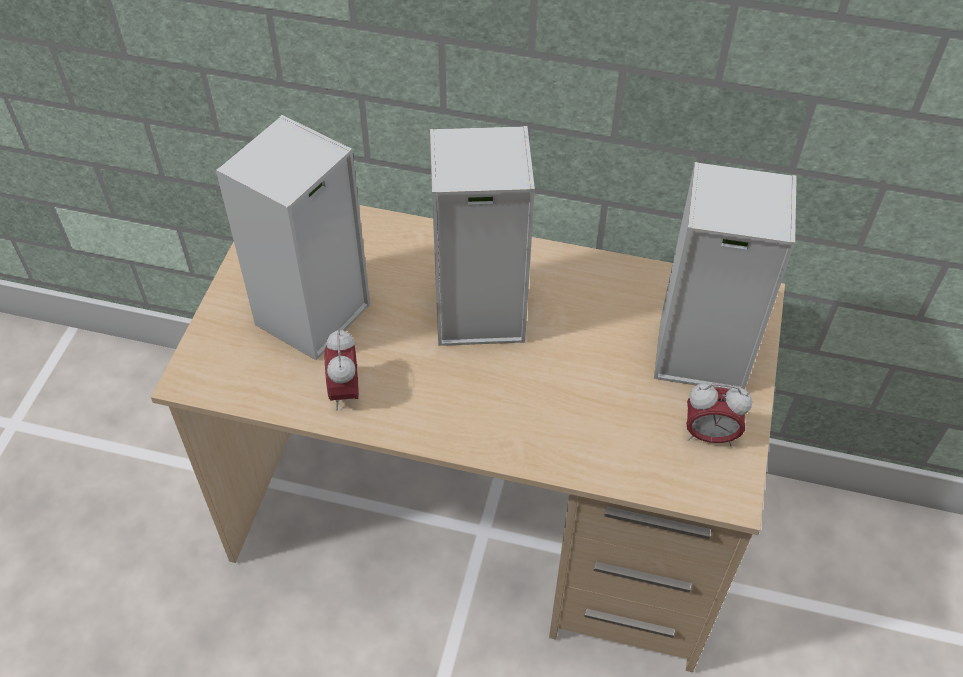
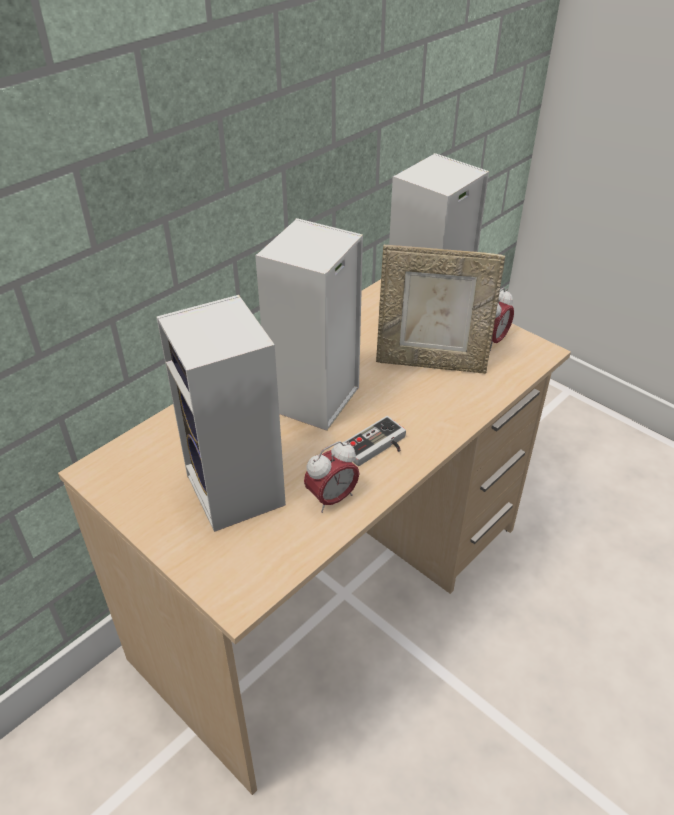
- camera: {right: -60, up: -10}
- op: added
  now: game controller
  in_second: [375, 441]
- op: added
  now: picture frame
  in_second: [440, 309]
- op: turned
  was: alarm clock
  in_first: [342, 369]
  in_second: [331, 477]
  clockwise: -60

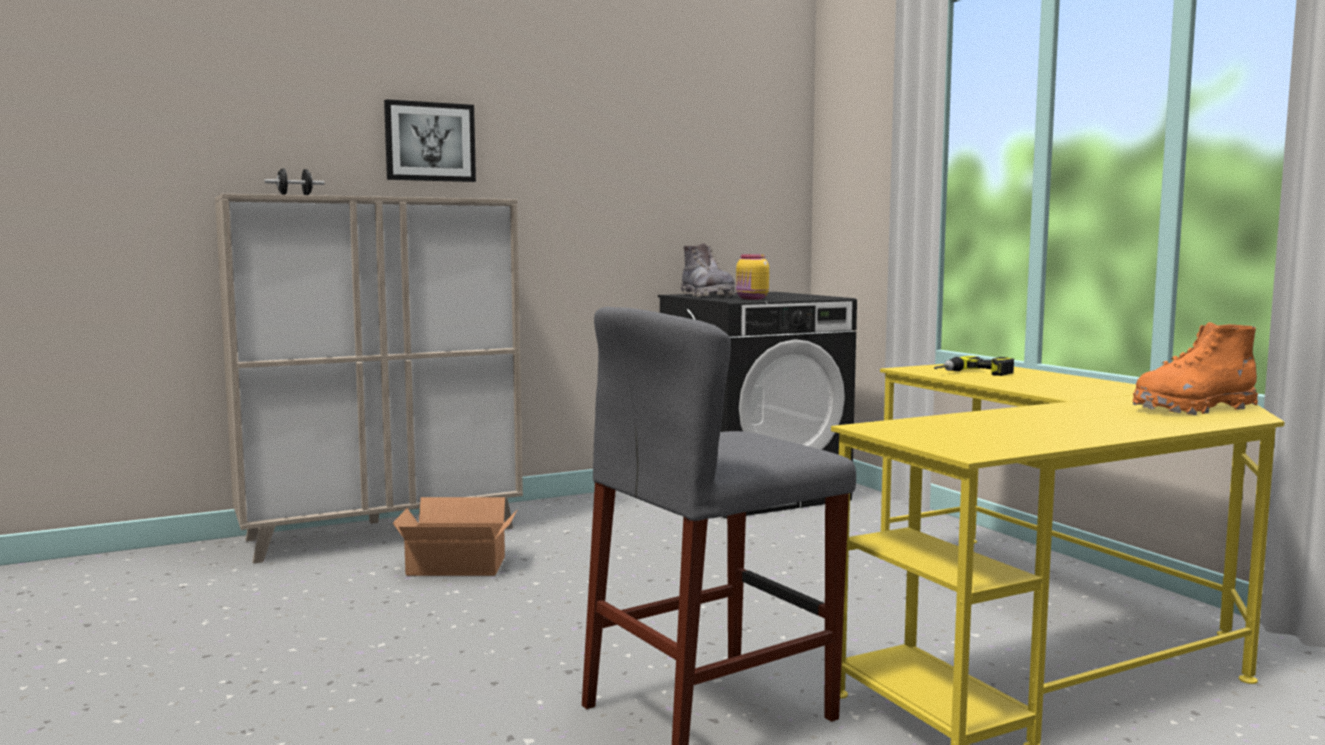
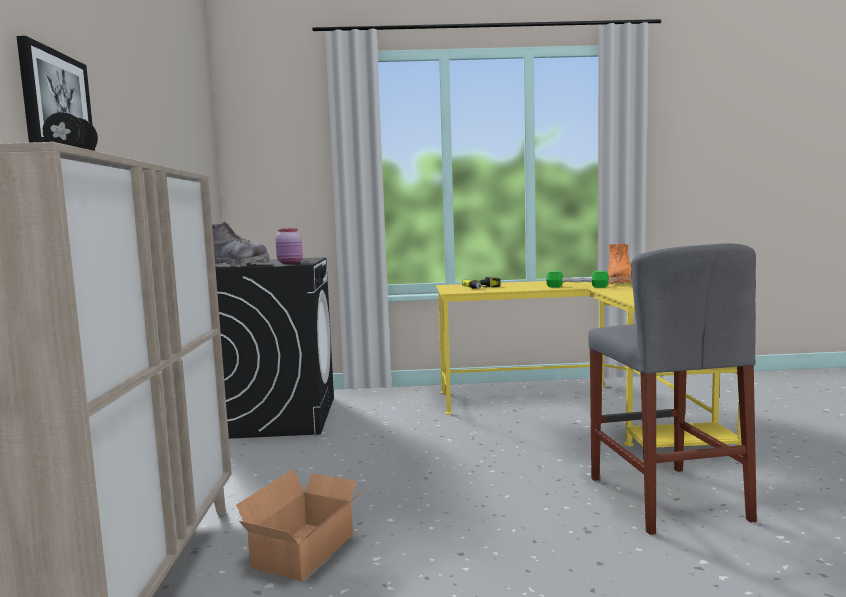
- camera: {right: -65, up: 0}
- op: added
  now: green dumbbell
  in_second: [577, 279]
- op: recoloured
  was: yellow jar
  now: pink jar
  in_first: [752, 276]
  in_second: [289, 246]

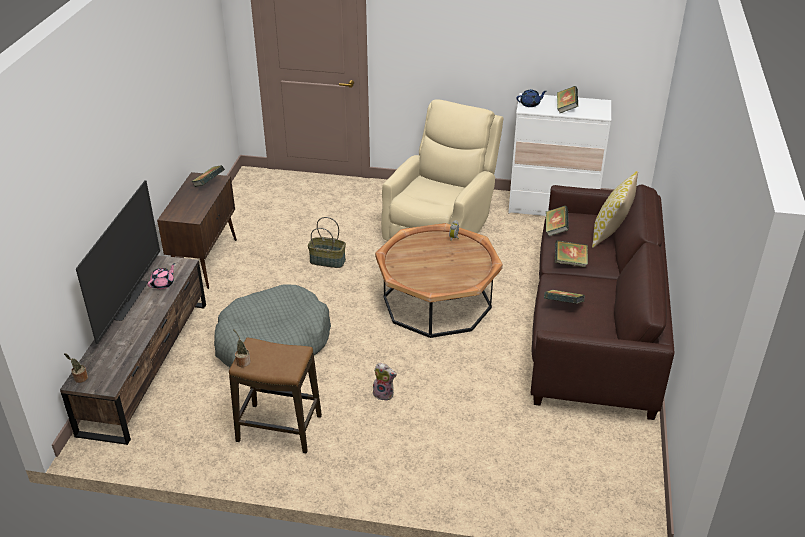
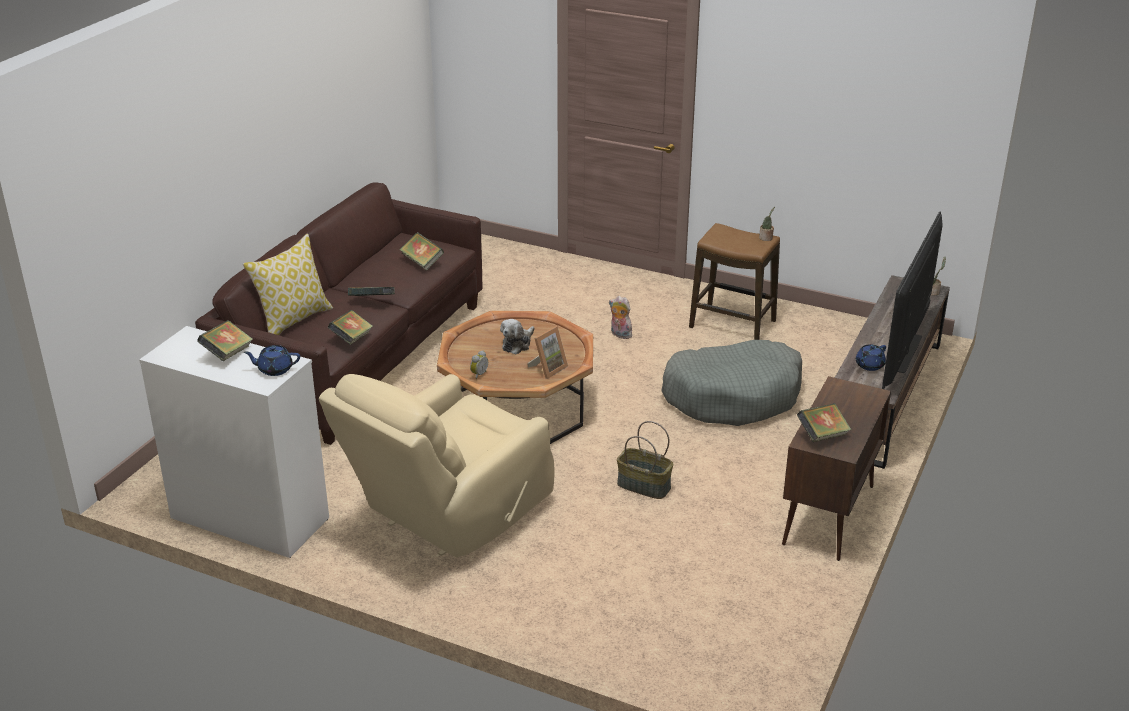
- camera: {right: -165, up: -5}
- op: added
  now: plush toy
  in_second: [517, 336]
- op: added
  now: picture frame
  in_second: [547, 352]
- op: recoloured
  was: pink teapot
  now: blue teapot
  in_first: [161, 276]
  in_second: [871, 357]

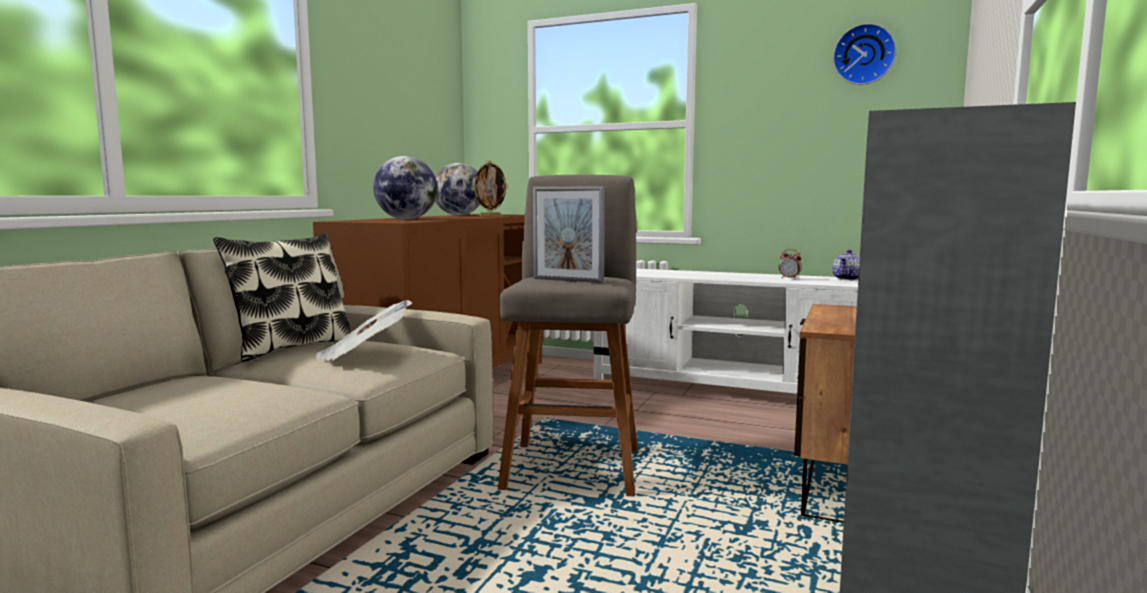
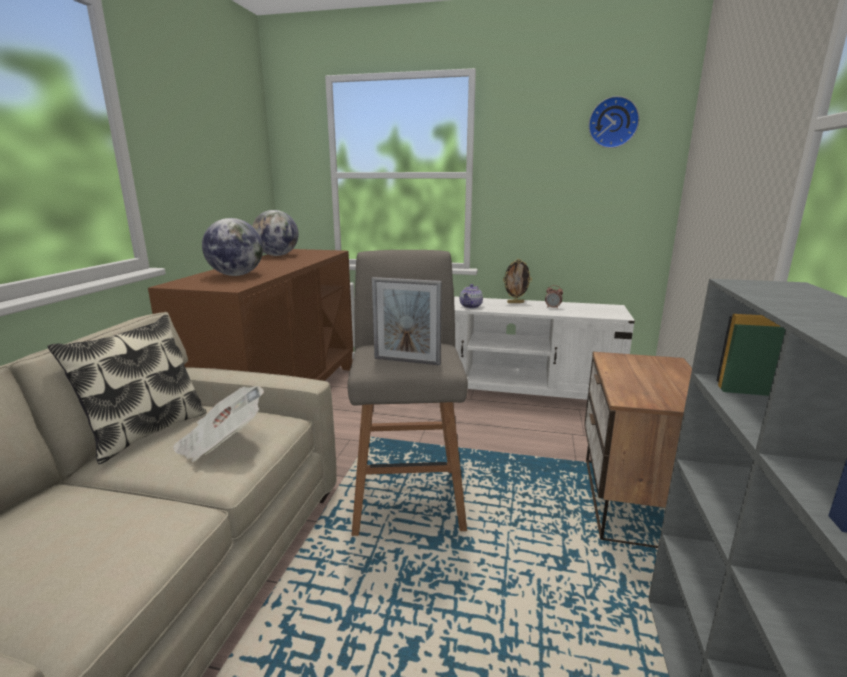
- camera: {right: -10, up: 10}
- op: moved
  was: picture frame
  in_first: [490, 189]
  in_second: [517, 281]
- op: moved
  was: teapot
  in_first: [846, 264]
  in_second: [471, 296]

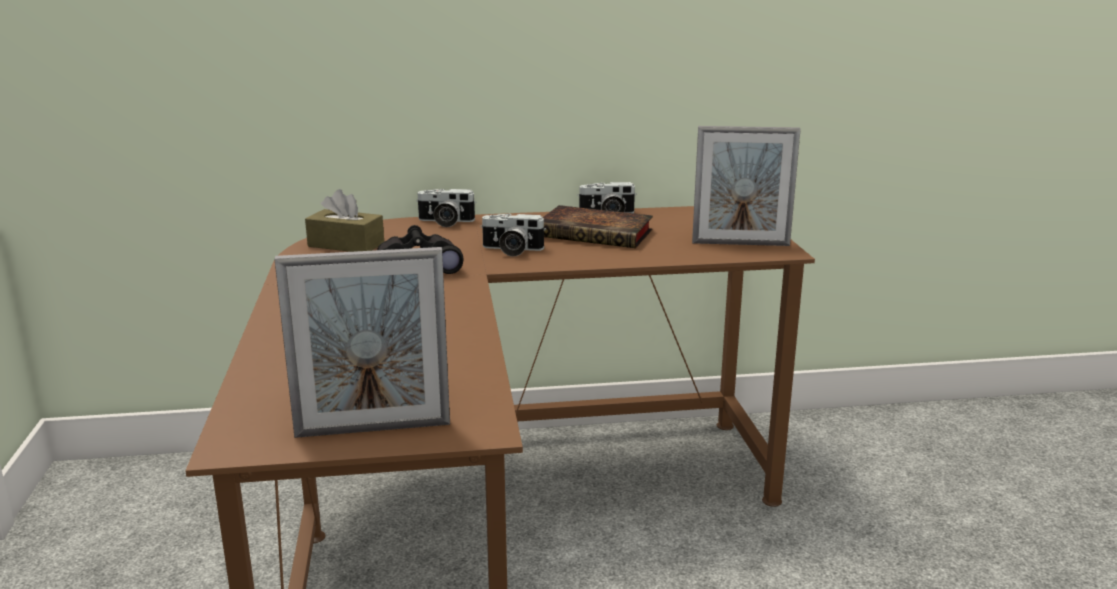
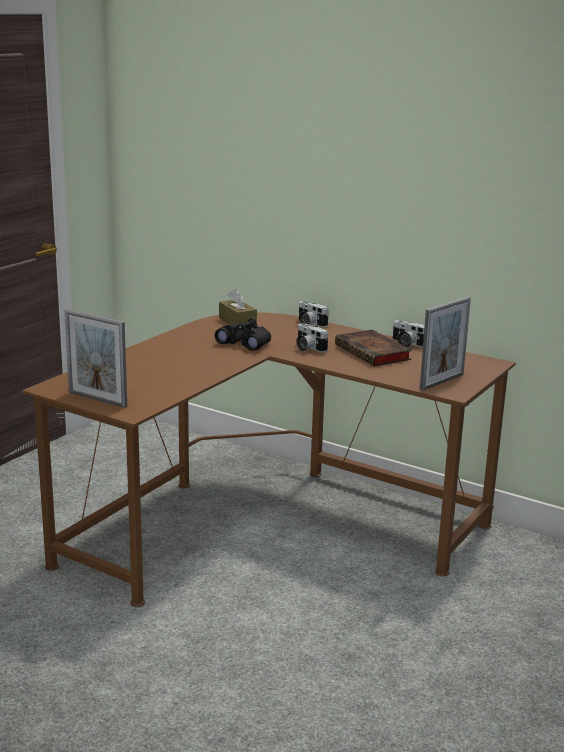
- camera: {right: 40, up: 0}
- op: turned
  was: picture frame
  in_first: [746, 186]
  in_second: [445, 344]
  clockwise: -90

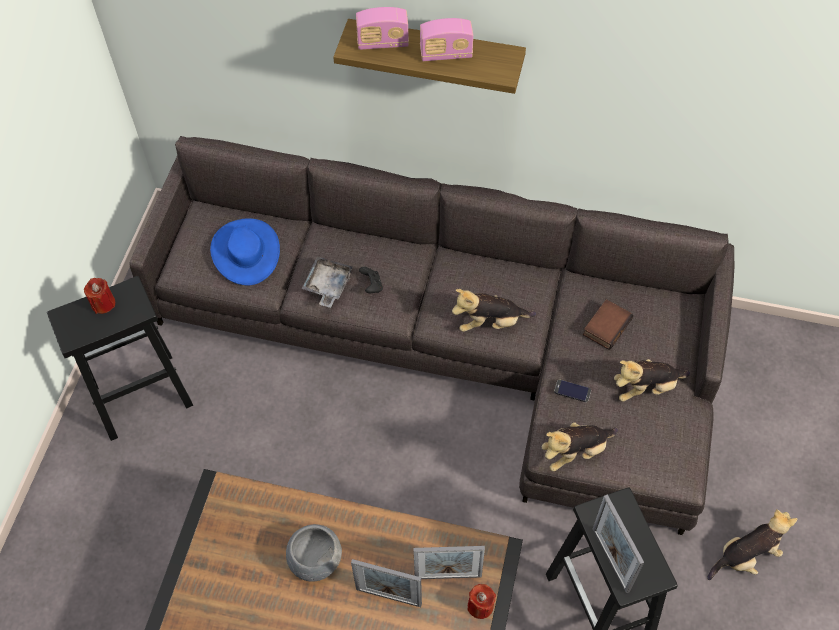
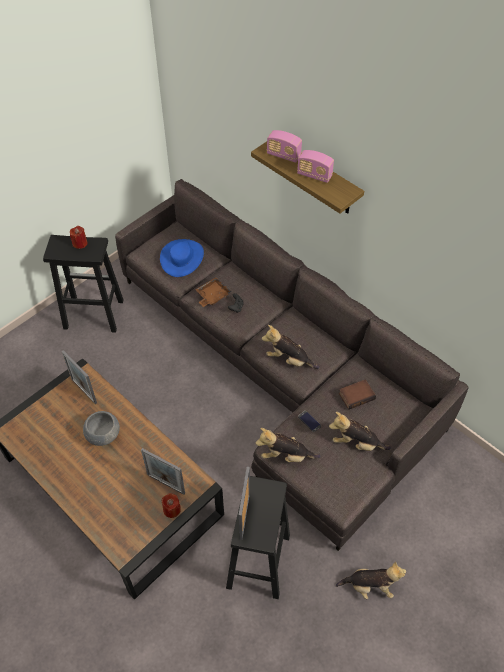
- camera: {right: 30, up: -5}
- op: moved
  was: picture frame
  in_first: [386, 583]
  in_second: [79, 377]
- op: recoloured
  was: grey tray
  now: brown tray
  in_first: [327, 282]
  in_second: [213, 292]

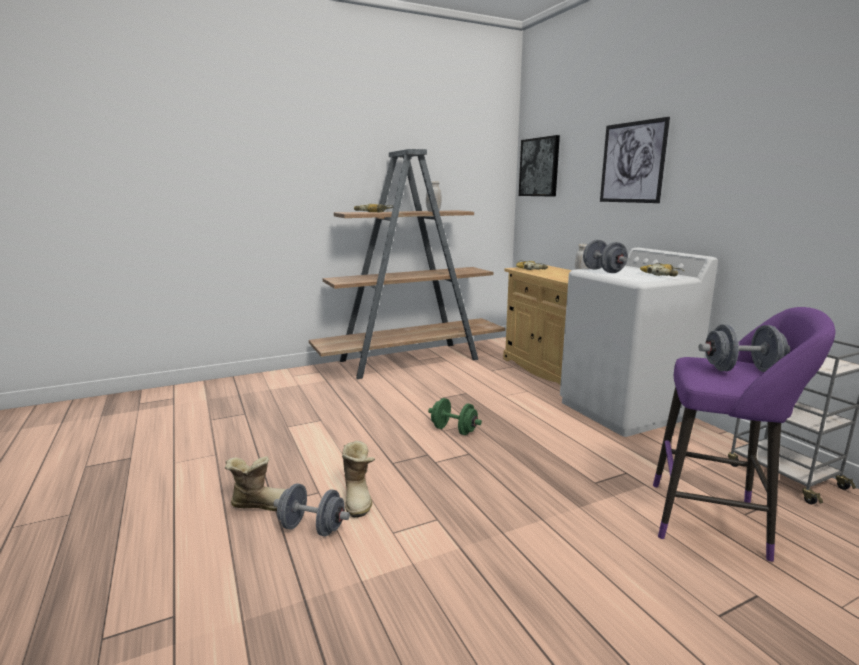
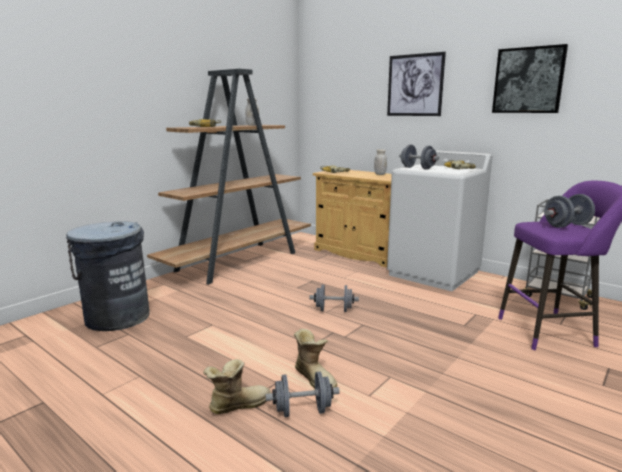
- camera: {right: -25, up: 0}
- op: added
  now: grey trash can
  in_second: [108, 276]
- op: moved
  was: picture
  in_first: [539, 166]
  in_second: [530, 78]
- op: recoloured
  was: green dumbbell
  now: grey dumbbell
  in_first: [455, 416]
  in_second: [334, 298]

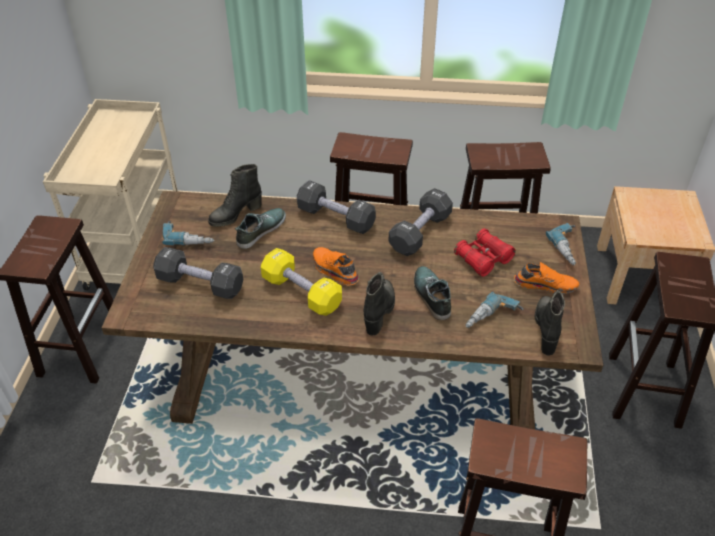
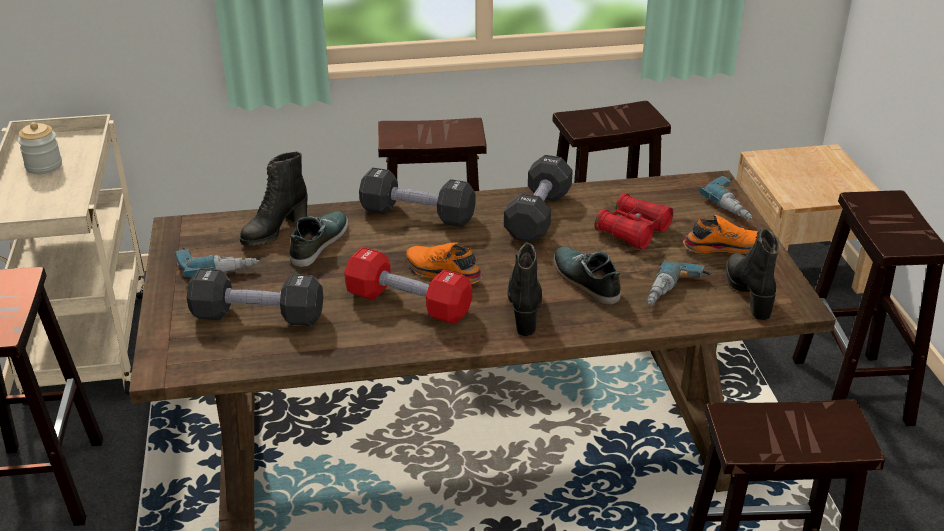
- camera: {right: -15, up: -10}
- op: added
  now: jar
  in_second: [40, 148]
- op: recoloured
  was: yellow dumbbell
  now: red dumbbell
  in_first: [301, 282]
  in_second: [408, 285]

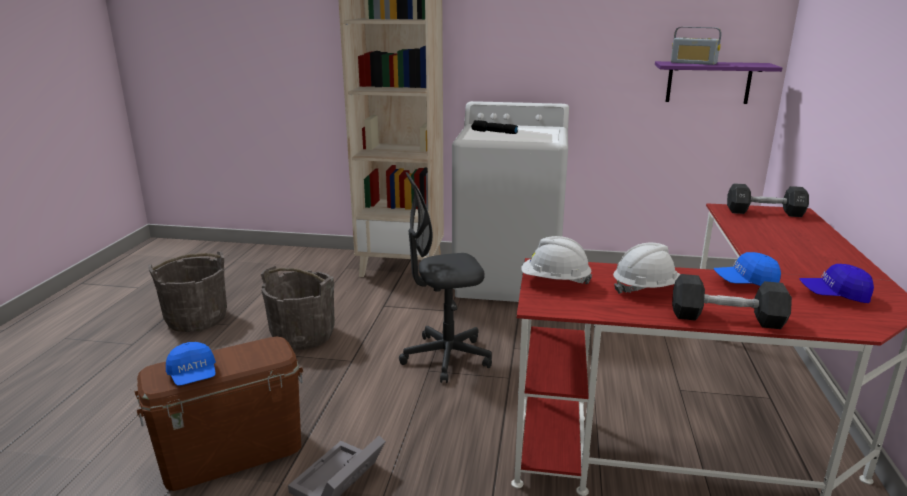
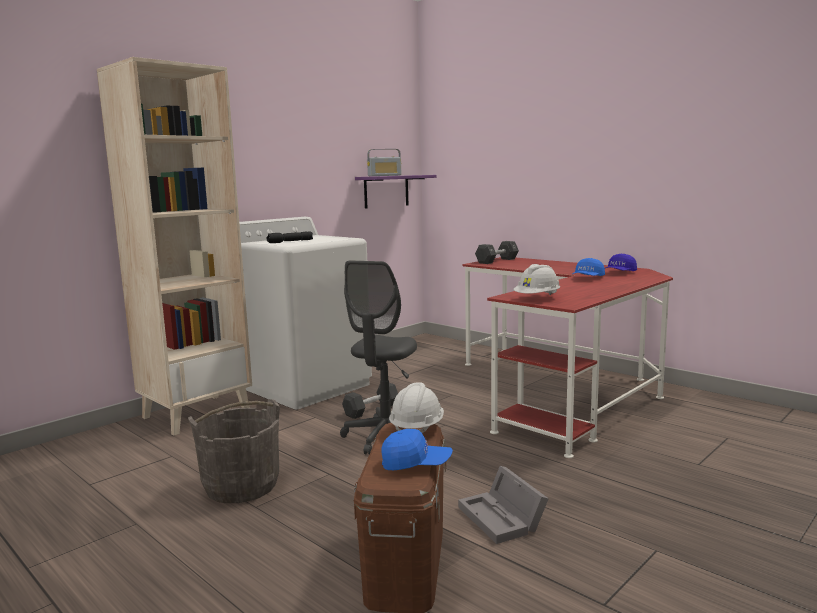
- camera: {right: -55, up: -10}
- op: removed
  was: grey bucket
  in_first: [187, 292]
- op: moved
  was: white hard hat
  in_first: [646, 268]
  in_second: [416, 407]
- op: moved
  was: black dumbbell
  in_first: [732, 301]
  in_second: [370, 401]

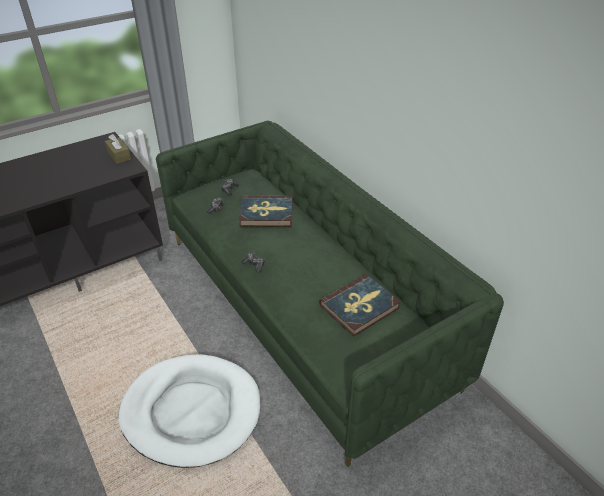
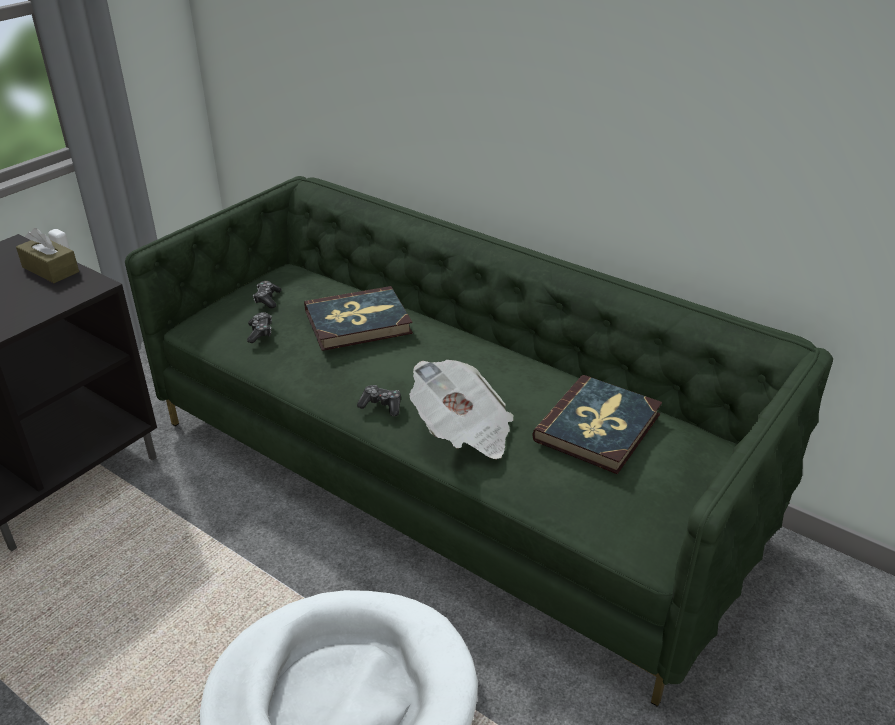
- camera: {right: -20, up: -5}
- op: added
  now: newspaper
  in_second: [461, 409]

